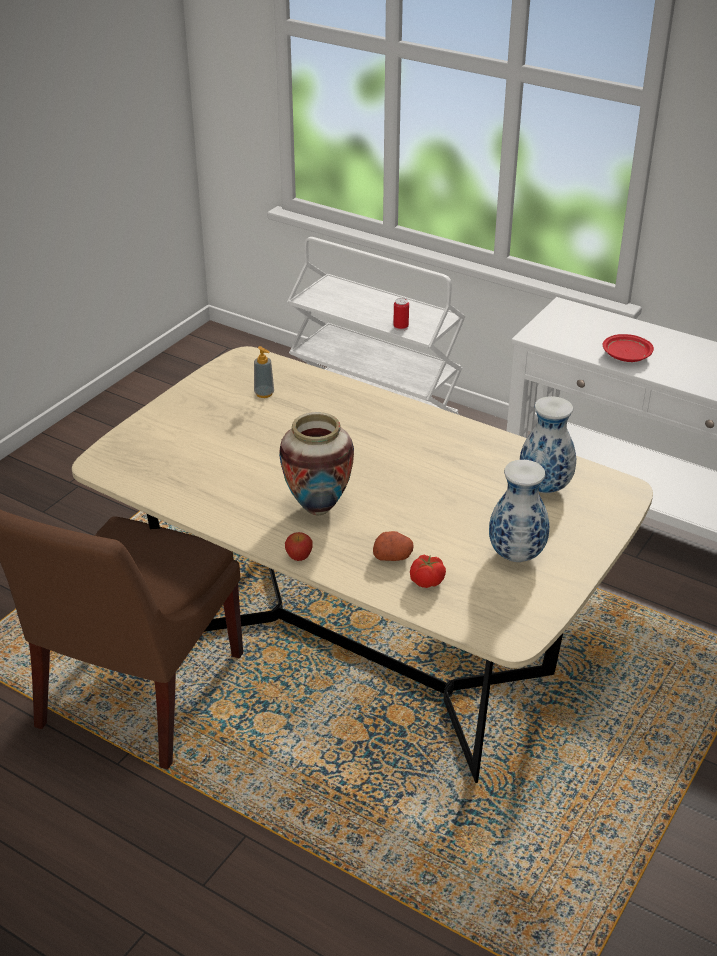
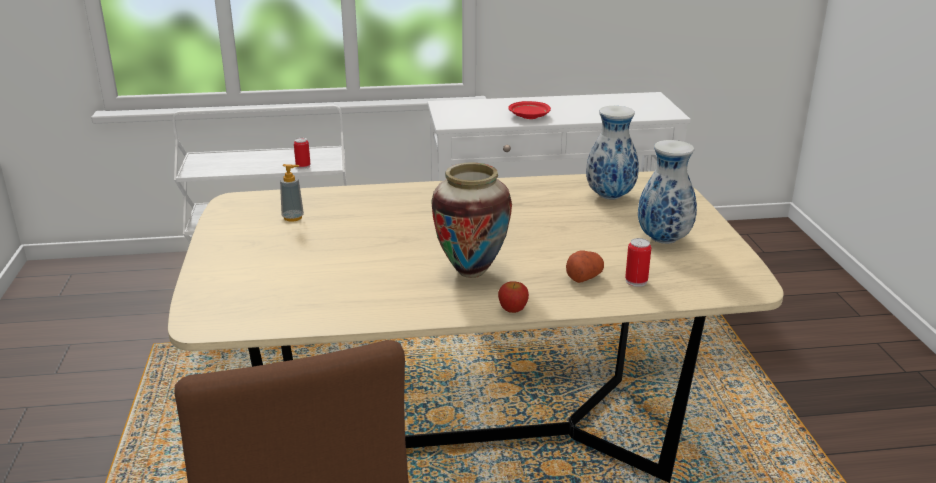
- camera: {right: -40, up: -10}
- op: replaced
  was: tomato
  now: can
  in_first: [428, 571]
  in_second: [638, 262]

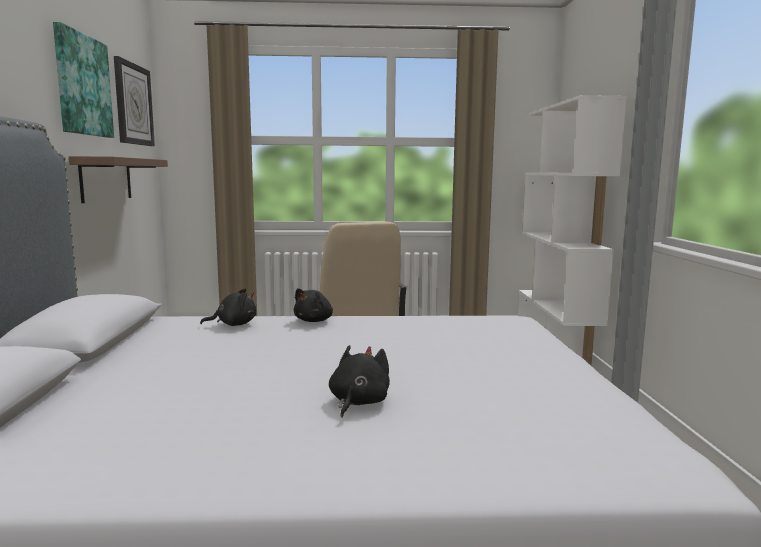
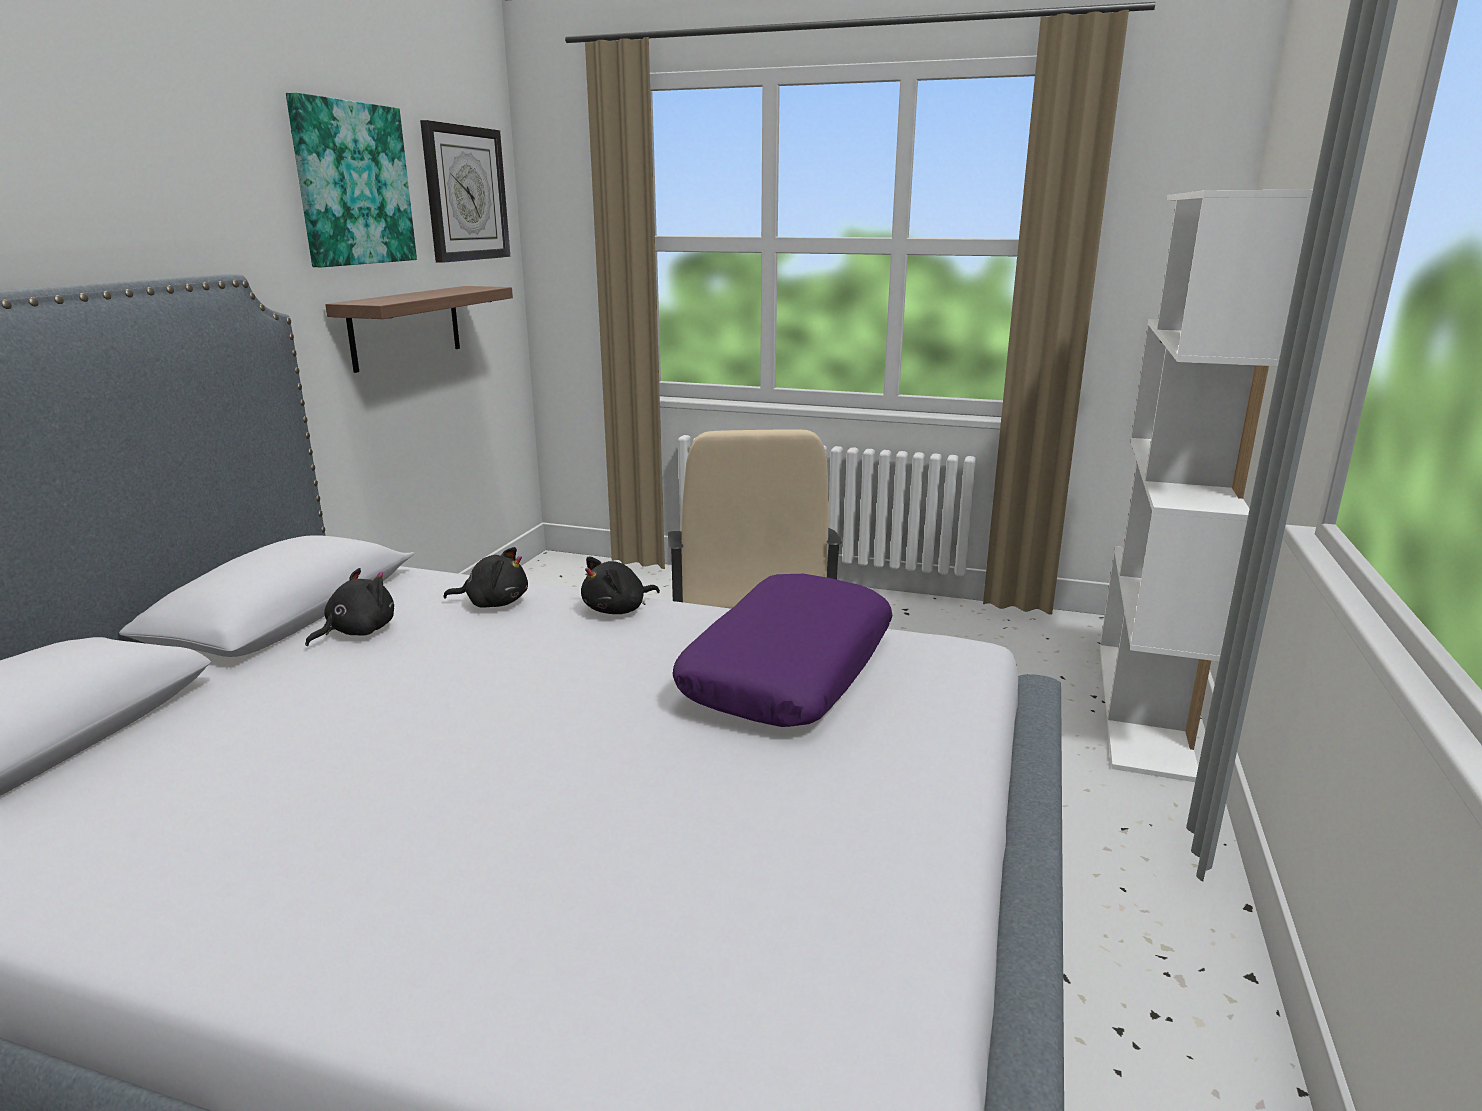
- camera: {right: 20, up: 10}
- op: added
  now: purple pillow
  in_second: [782, 650]
- op: moved
  was: black plush toy
  in_first: [359, 381]
  in_second: [349, 607]

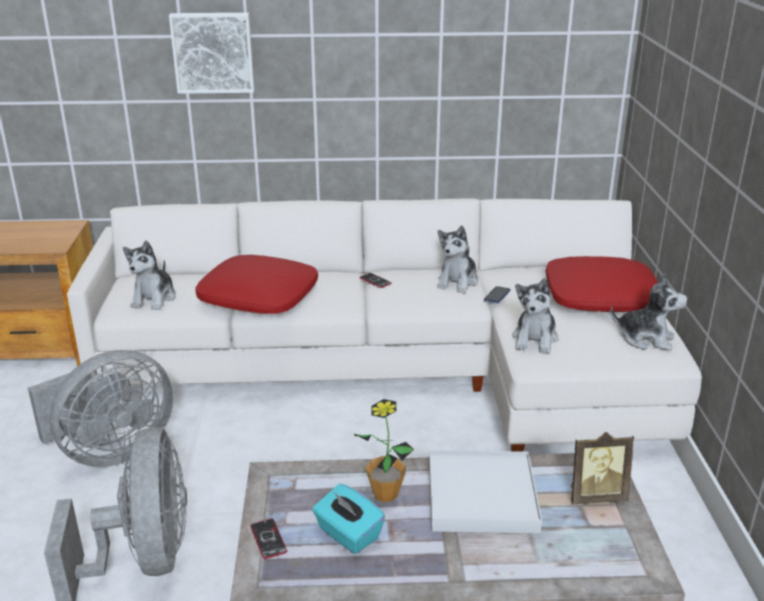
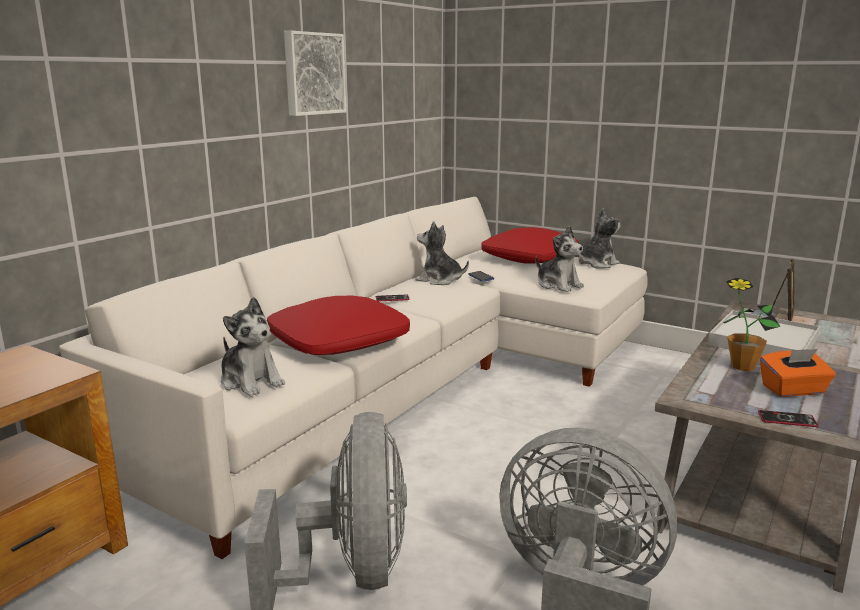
- camera: {right: -55, up: -10}
- op: moved
  was: picture
  in_first: [212, 53]
  in_second: [315, 73]
- op: recoloured
  was: turquoise tissue box
  now: orange tissue box
  in_first: [348, 519]
  in_second: [798, 373]
- op: turned
  was: plush toy
  in_first: [457, 259]
  in_second: [442, 253]
  clockwise: 150

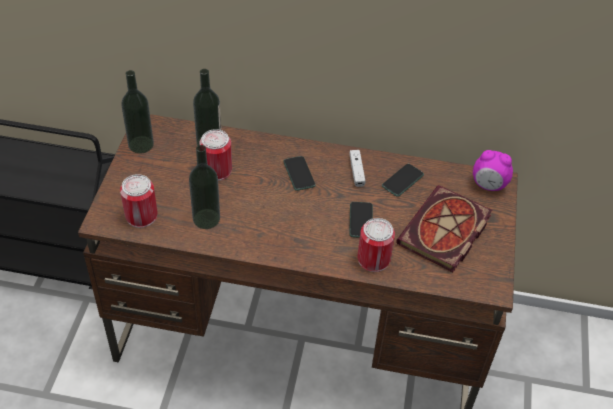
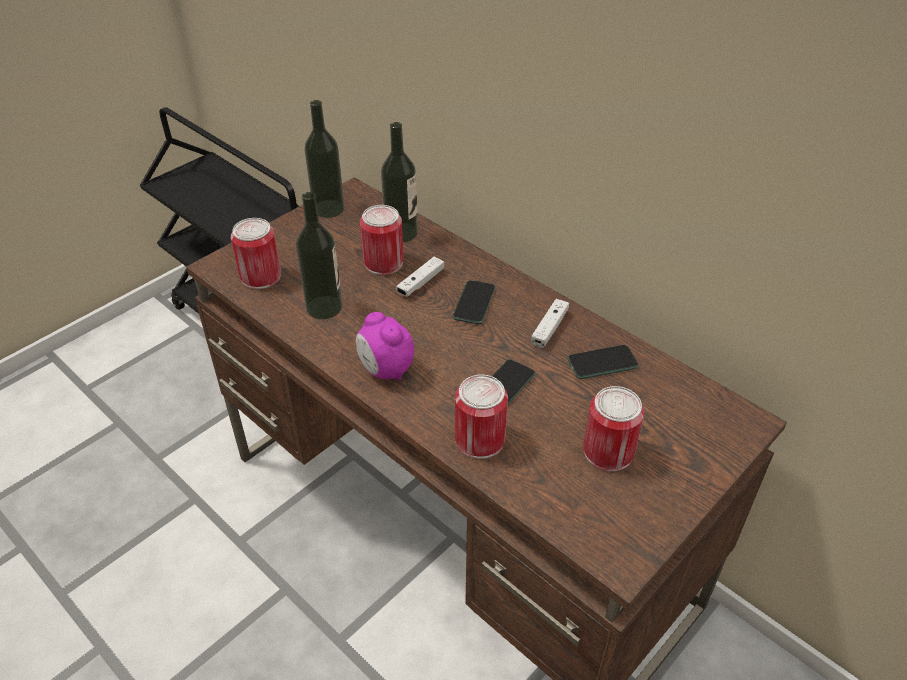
- camera: {right: 35, up: -5}
- op: added
  now: white game controller
  in_second: [420, 276]
- op: moved
  was: alarm clock
  in_first: [493, 170]
  in_second: [385, 346]
- op: replaced
  was: book
  now: can
  in_first: [444, 228]
  in_second: [613, 429]

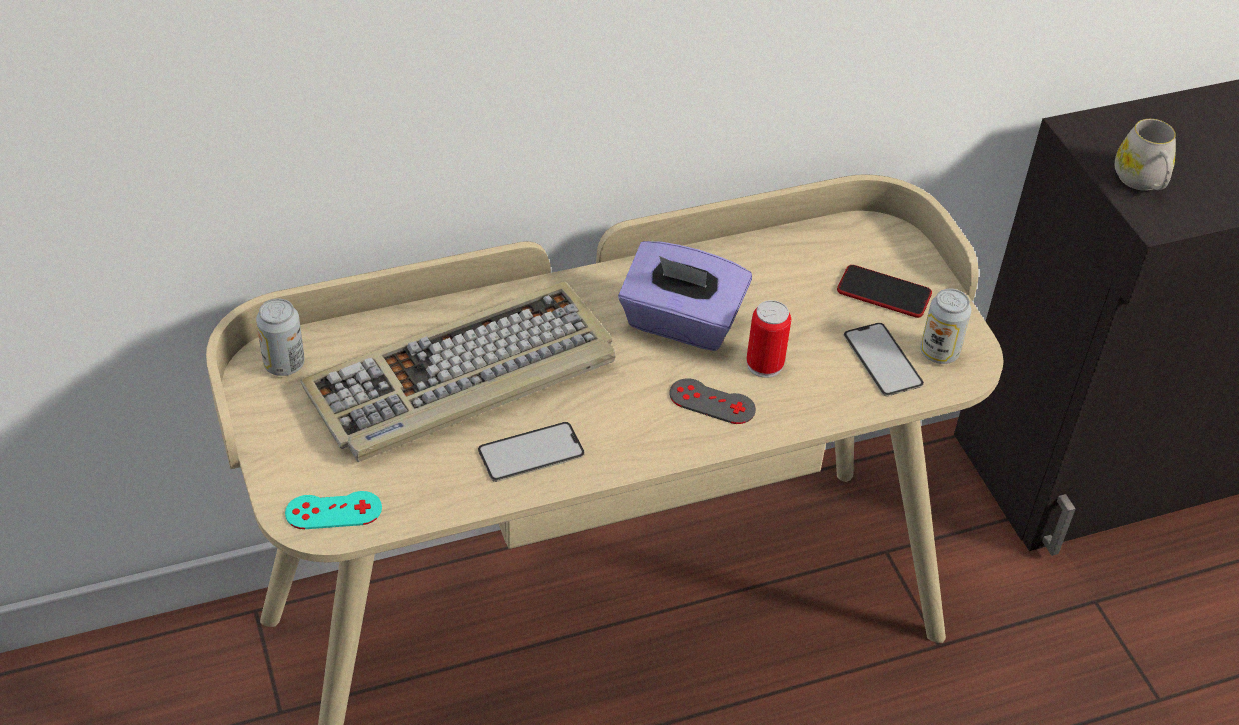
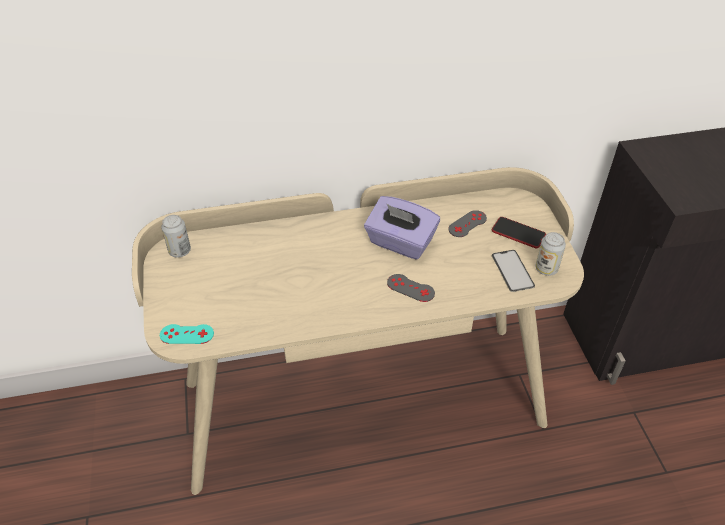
- camera: {right: 10, up: 0}
- op: removed
  was: keyboard
  in_first: [458, 371]
- op: removed
  was: phone
  in_first: [531, 452]
- op: removed
  was: can
  in_first: [768, 339]
- op: removed
  was: white mug
  in_first: [1145, 155]
- op: added
  now: grey game controller
  in_second: [467, 223]

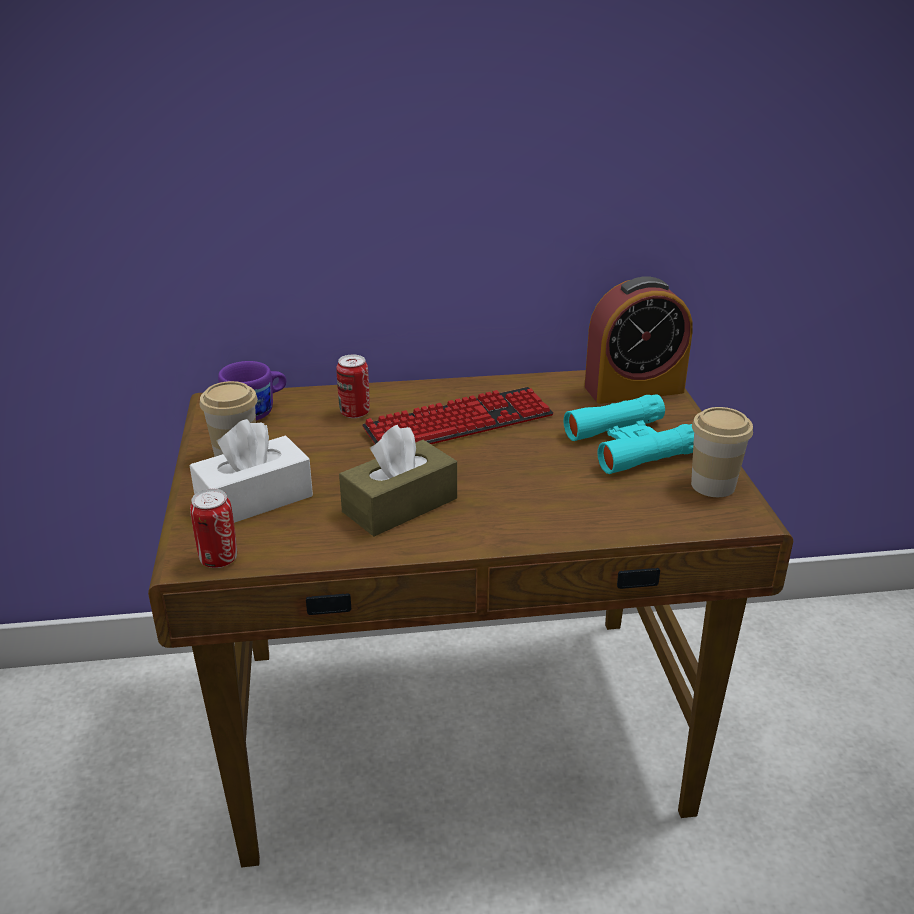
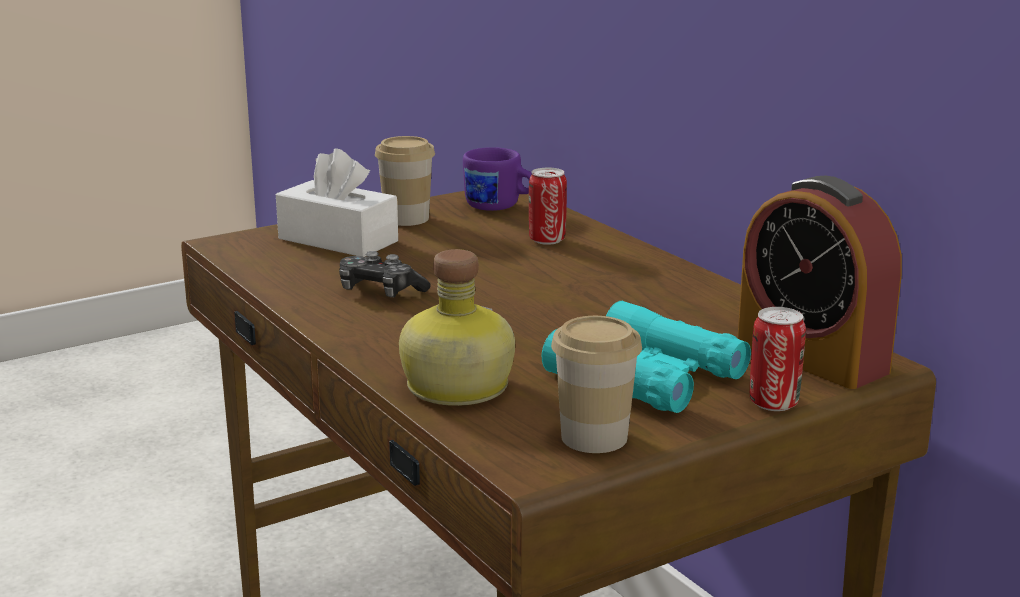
- camera: {right: 65, up: -10}
- op: removed
  was: keyboard
  in_first: [458, 415]
- op: added
  now: bottle
  in_second: [457, 327]
- op: moved
  was: can
  in_first: [213, 528]
  in_second: [778, 359]
- op: replaced
  was: brown tissue box
  now: game controller
  in_first: [398, 480]
  in_second: [385, 274]

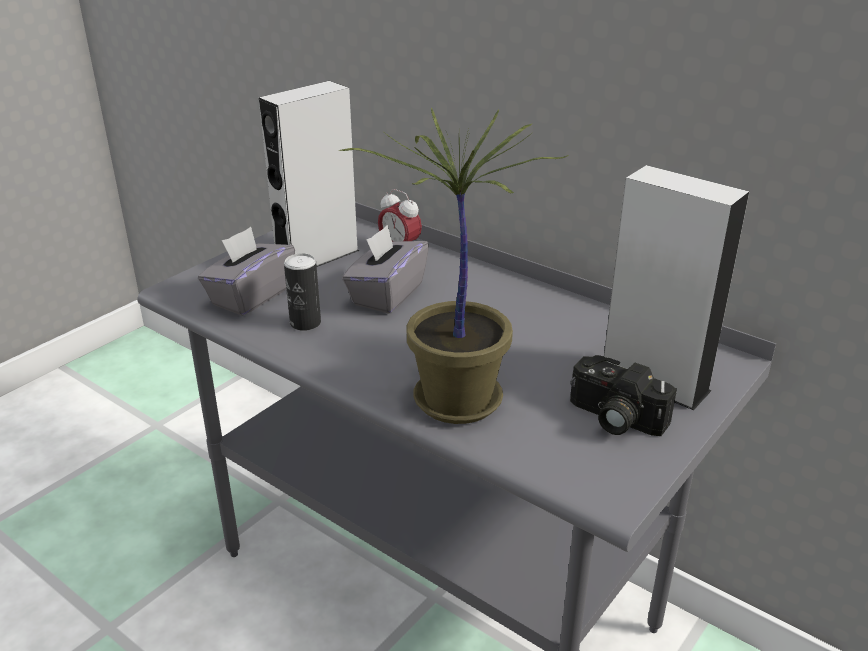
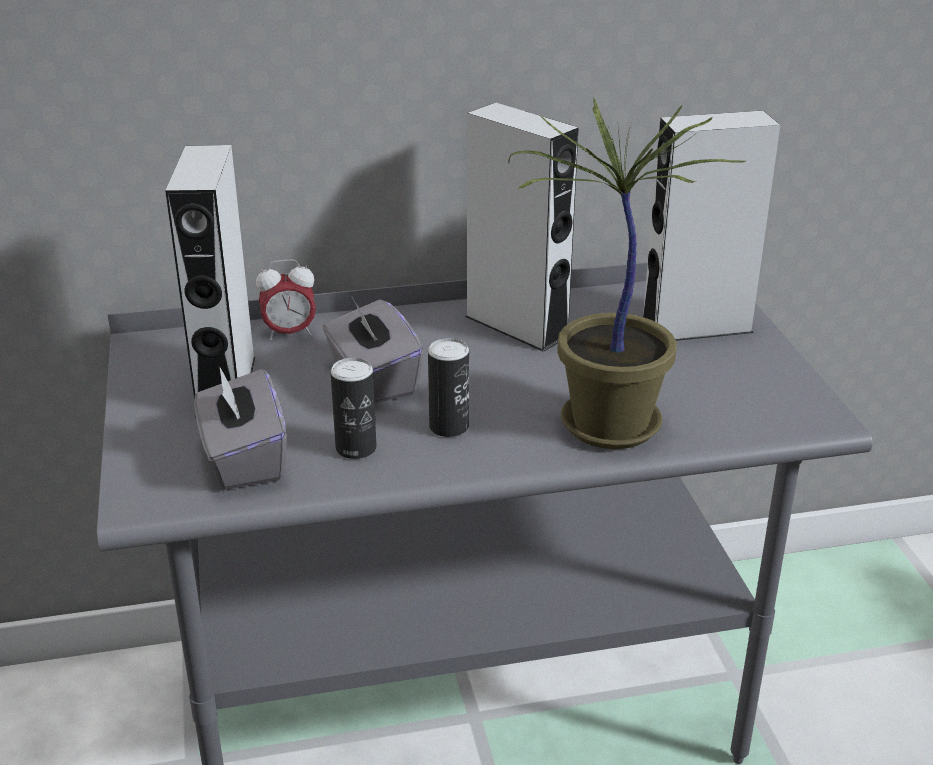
- camera: {right: -50, up: 0}
- op: removed
  was: photo camera
  in_first: [623, 395]
- op: added
  now: can
  in_second: [448, 387]
- op: added
  now: grey speaker
  in_second: [522, 227]

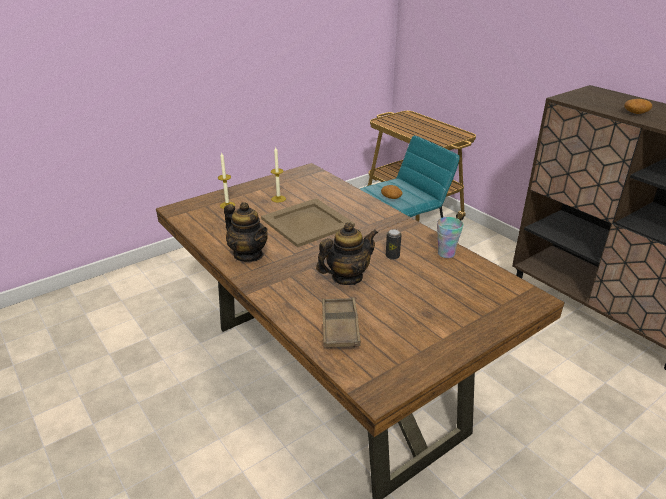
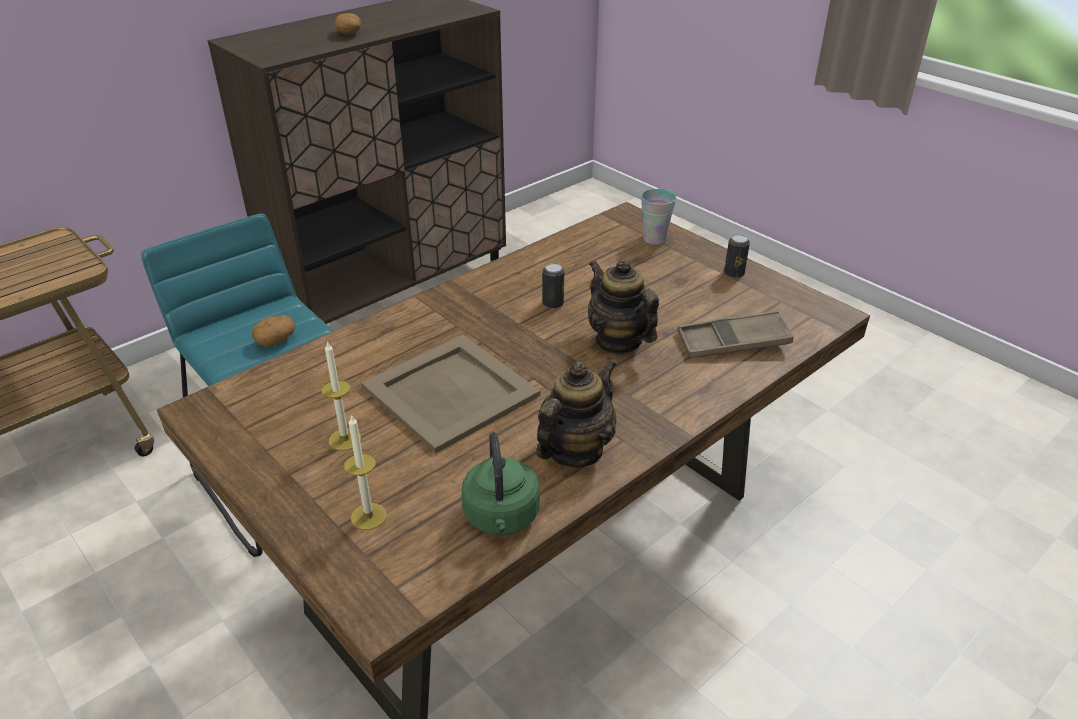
- camera: {right: -95, up: 5}
- op: added
  now: green kettle
  in_second: [500, 483]
- op: added
  now: can
  in_second: [737, 256]
- op: moved
  was: cup
  in_first: [450, 237]
  in_second: [658, 217]

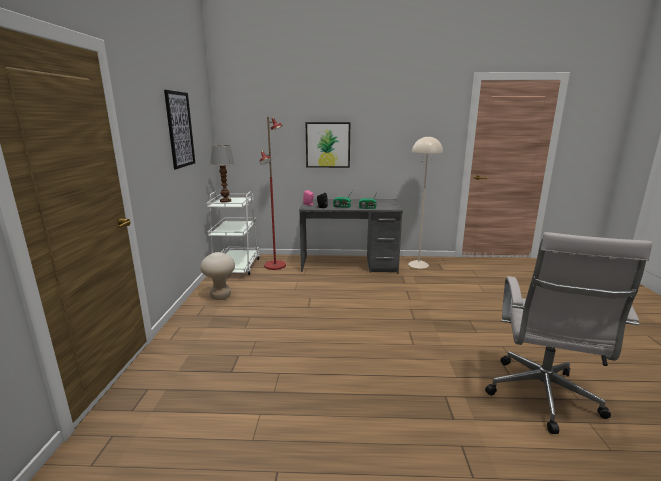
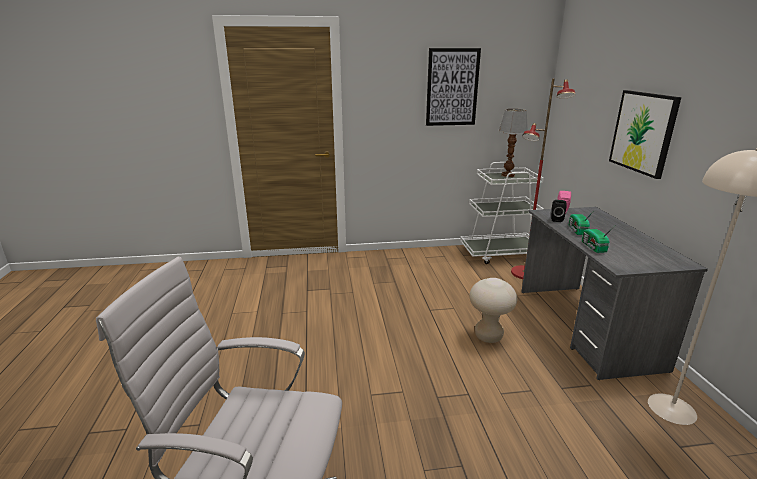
- camera: {right: 80, up: 5}
- op: moved
  was: beige stool
  in_first: [217, 276]
  in_second: [493, 310]

